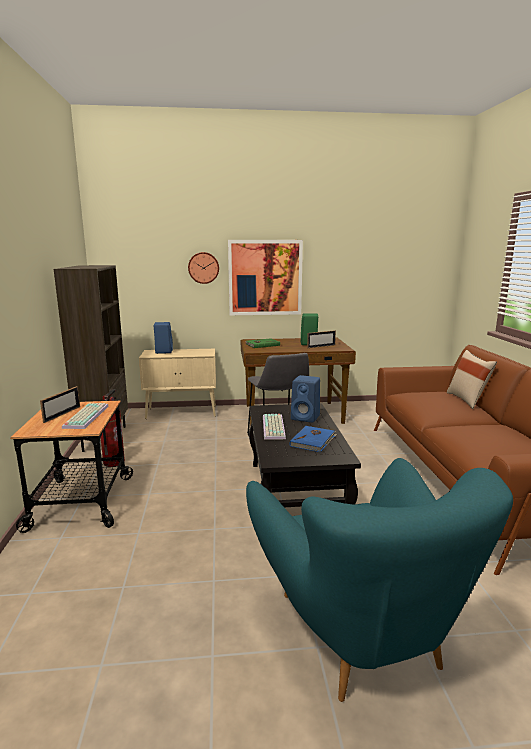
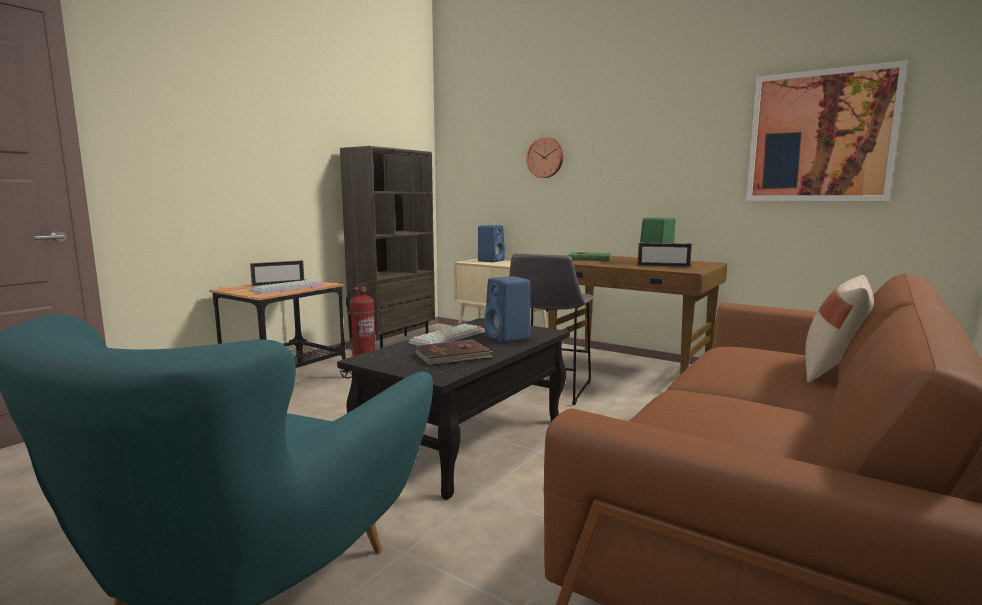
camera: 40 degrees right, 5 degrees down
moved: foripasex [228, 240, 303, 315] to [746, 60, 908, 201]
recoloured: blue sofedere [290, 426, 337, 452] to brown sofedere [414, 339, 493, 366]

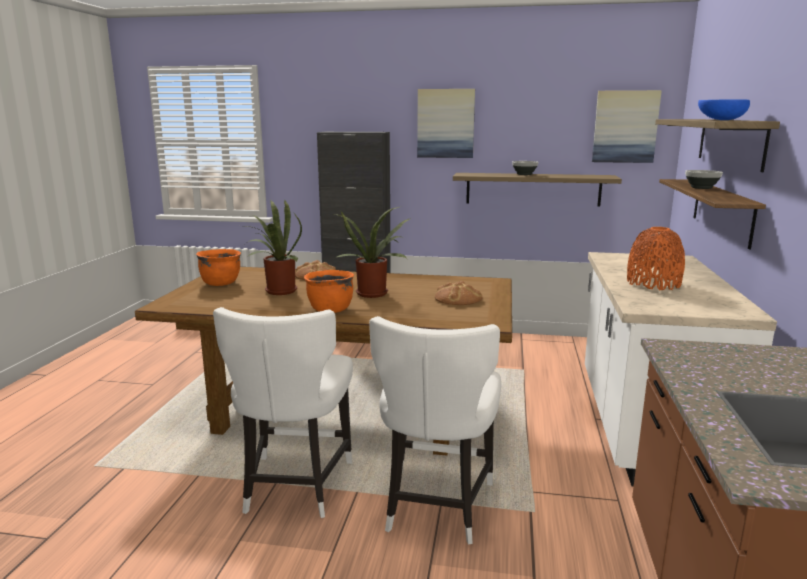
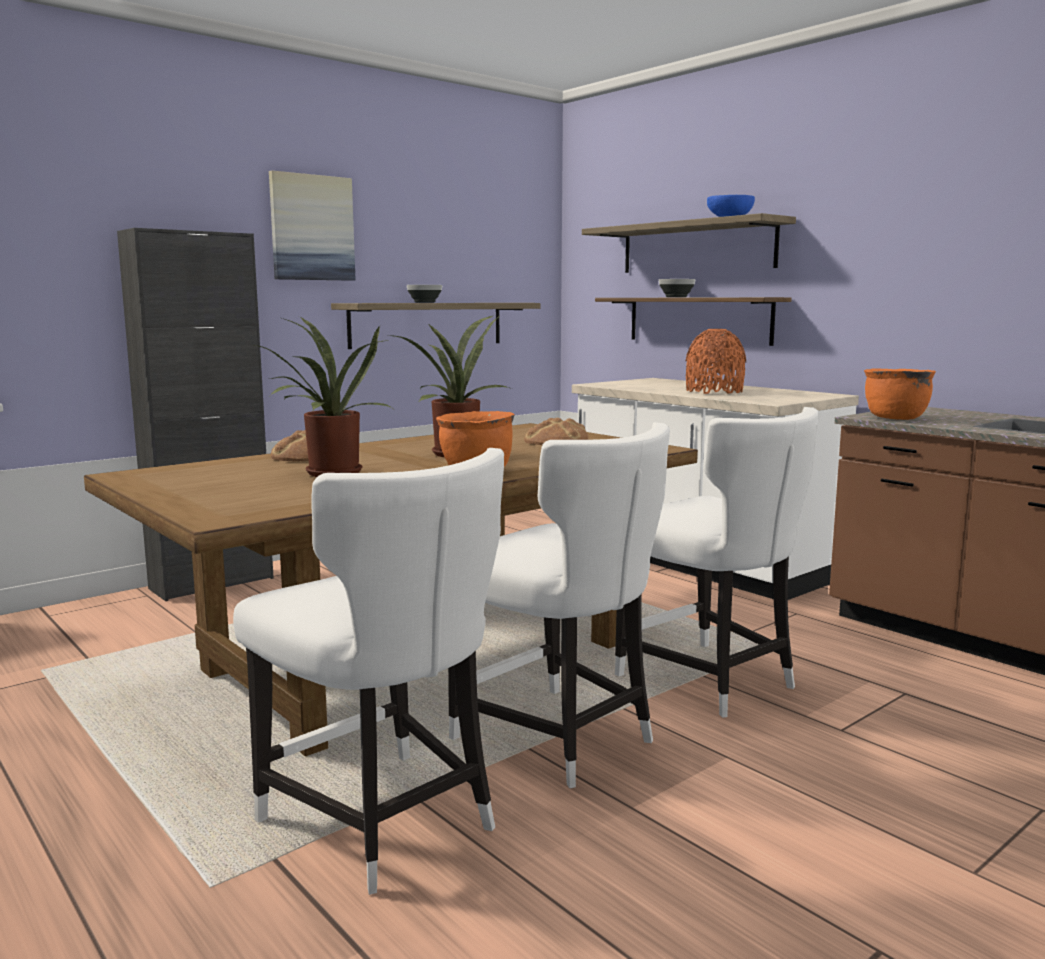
camera: 50 degrees left, 5 degrees down
removed: foripasex [592, 90, 662, 163]
added: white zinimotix [233, 448, 504, 895]
moved: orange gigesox [196, 249, 241, 286] to [864, 368, 936, 420]

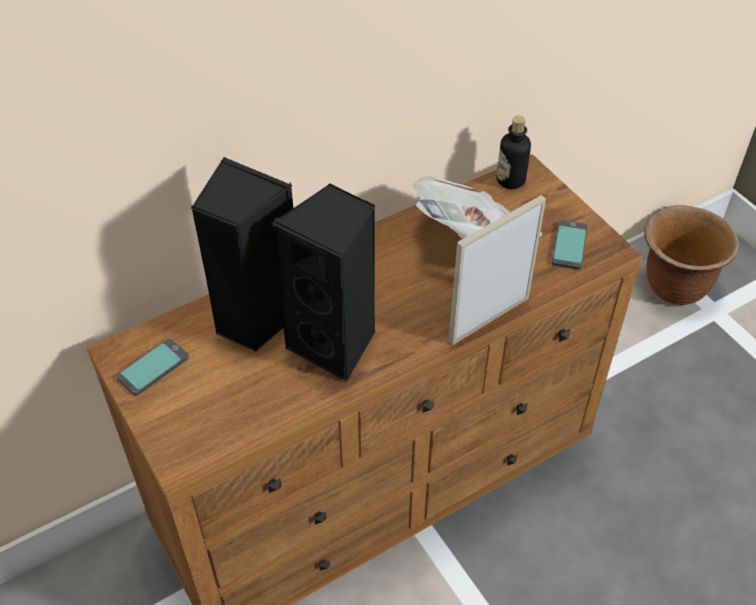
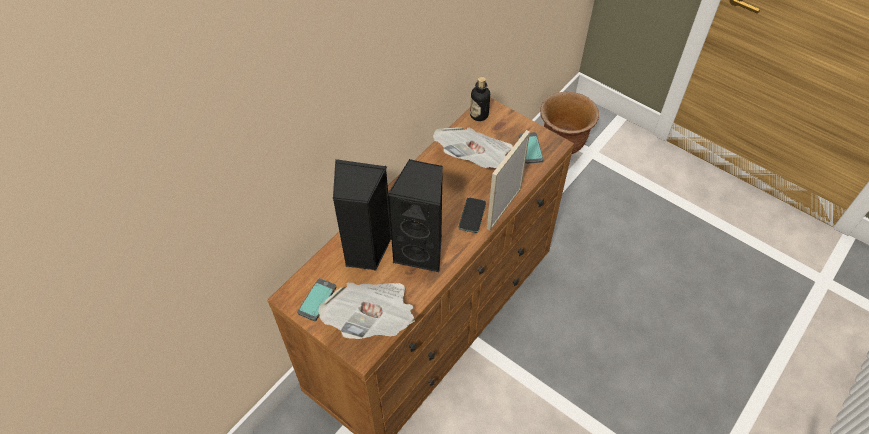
camera: 20 degrees left, 5 degrees up
added: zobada [318, 283, 415, 339]; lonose [459, 197, 486, 233]

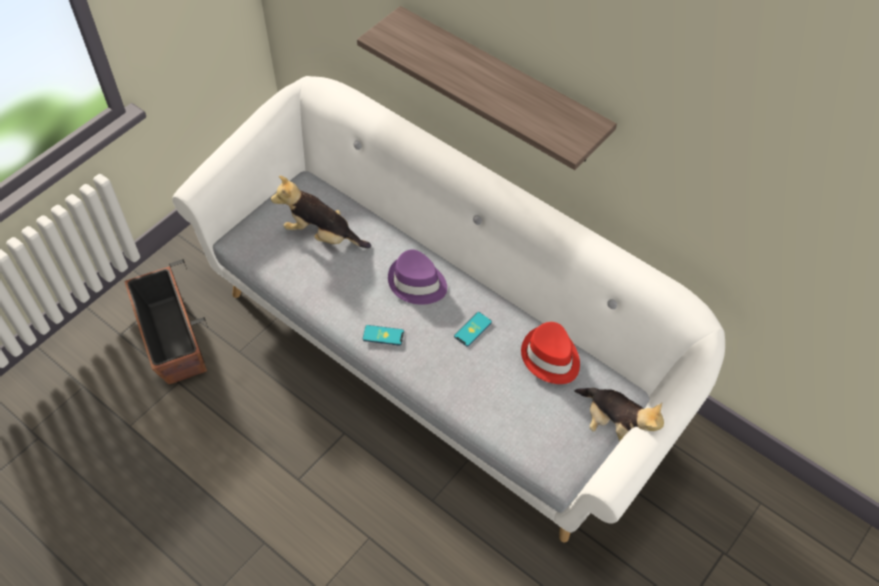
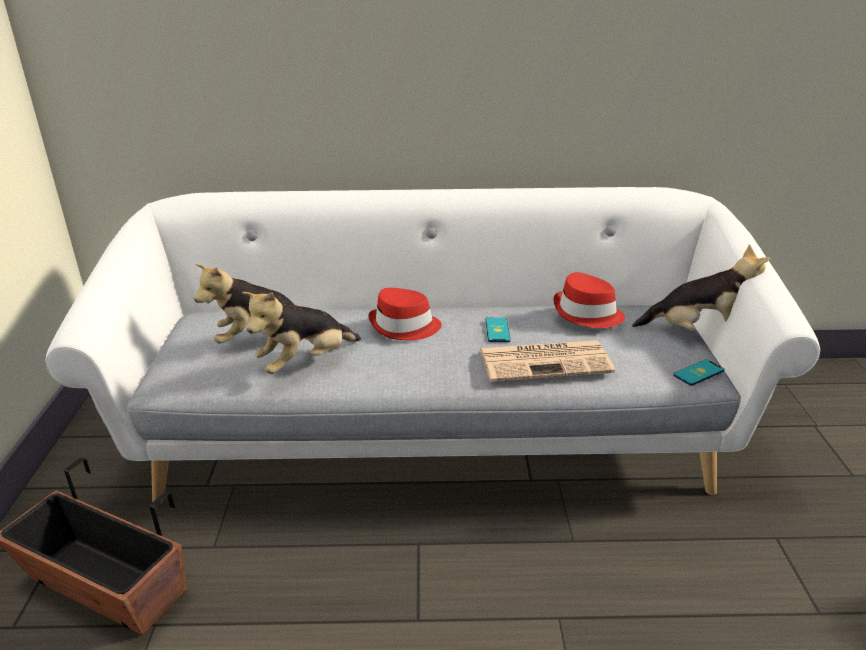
camera: 40 degrees left, 25 degrees down
removed: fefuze [357, 6, 617, 170]
added: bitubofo [242, 292, 361, 374]; zobada [480, 340, 615, 382]
moved: lonose [363, 325, 404, 346] to [673, 359, 725, 386]
recoloured: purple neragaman [388, 249, 447, 305] to red neragaman [368, 288, 442, 340]

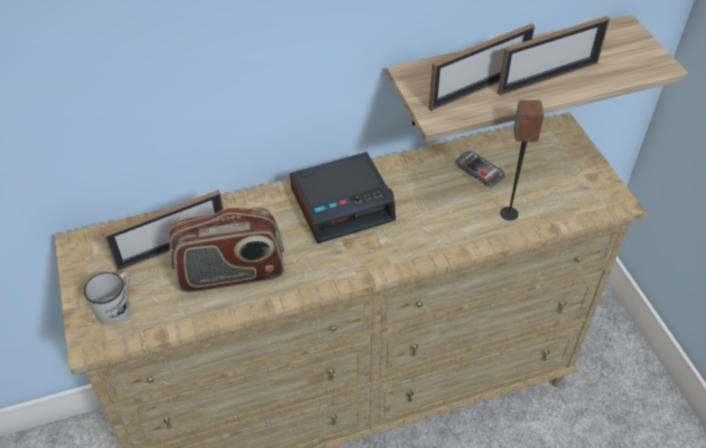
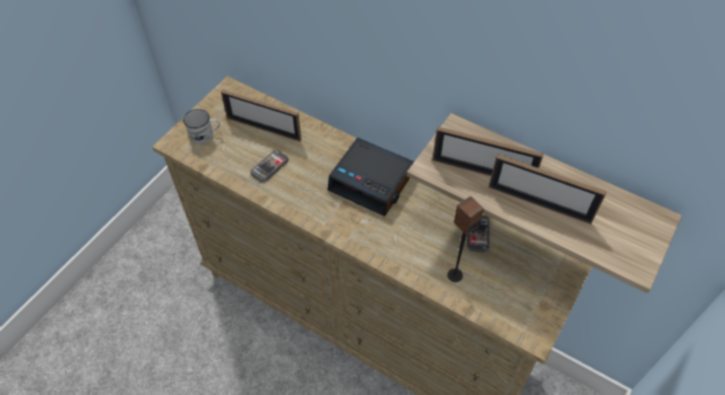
camera: 50 degrees right, 5 degrees up
replaced: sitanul [169, 207, 284, 292] to lonose [250, 150, 289, 182]

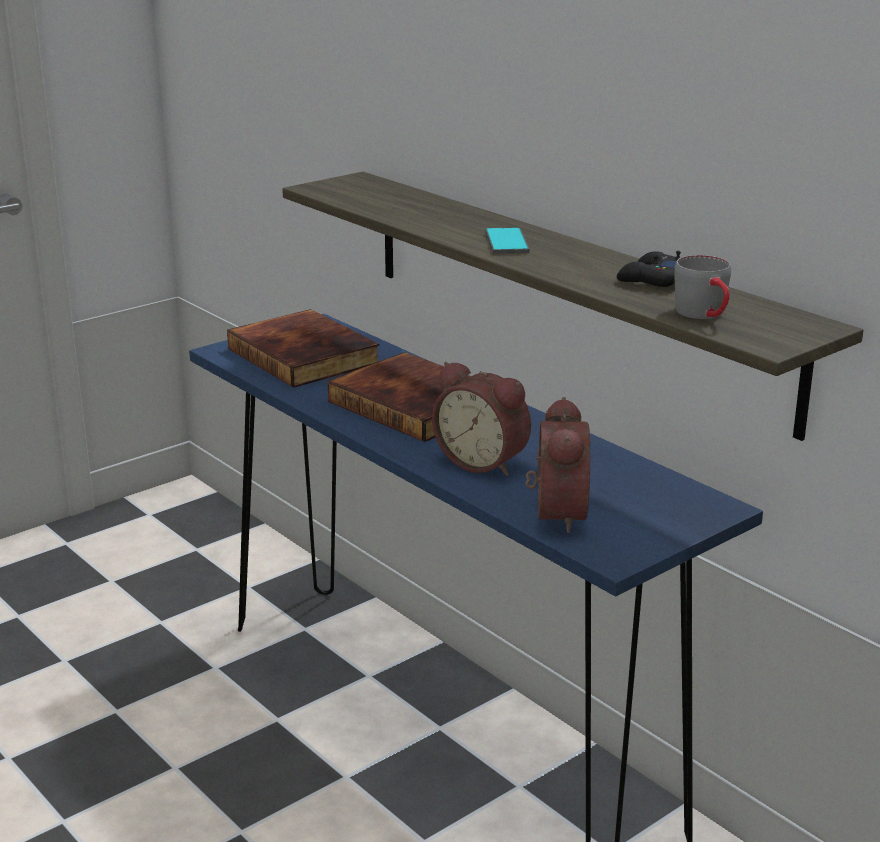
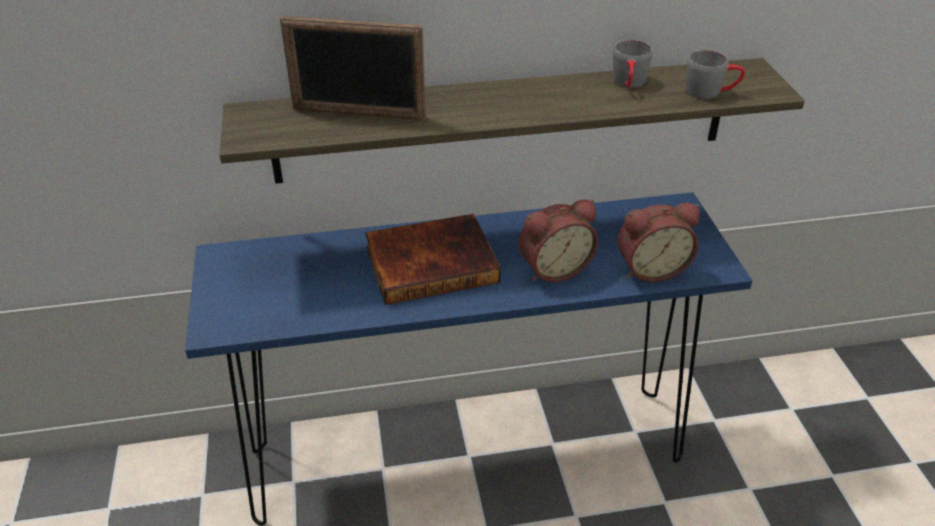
camera: 60 degrees left, 15 degrees up
removed: sofedere [227, 309, 380, 388]; lonose [485, 227, 530, 254]
added: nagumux [280, 16, 426, 120]
replaced: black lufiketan [617, 251, 681, 287] to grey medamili [613, 40, 653, 88]
turned: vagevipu [526, 397, 590, 533] = [617, 203, 700, 282] 135 degrees clockwise

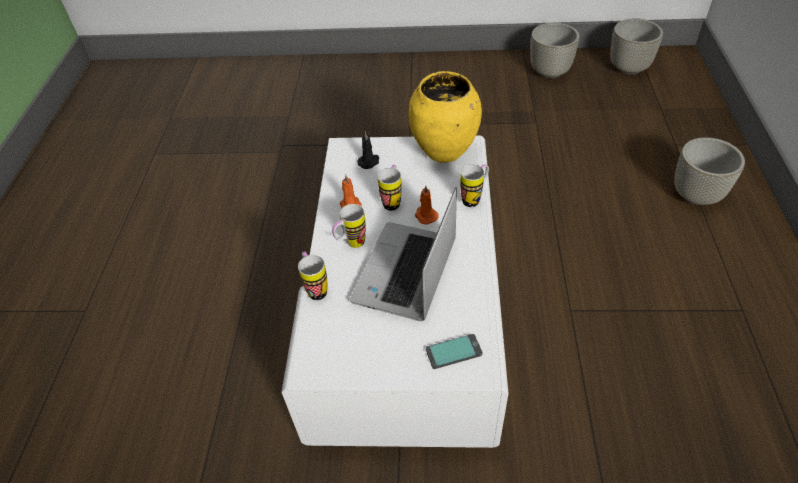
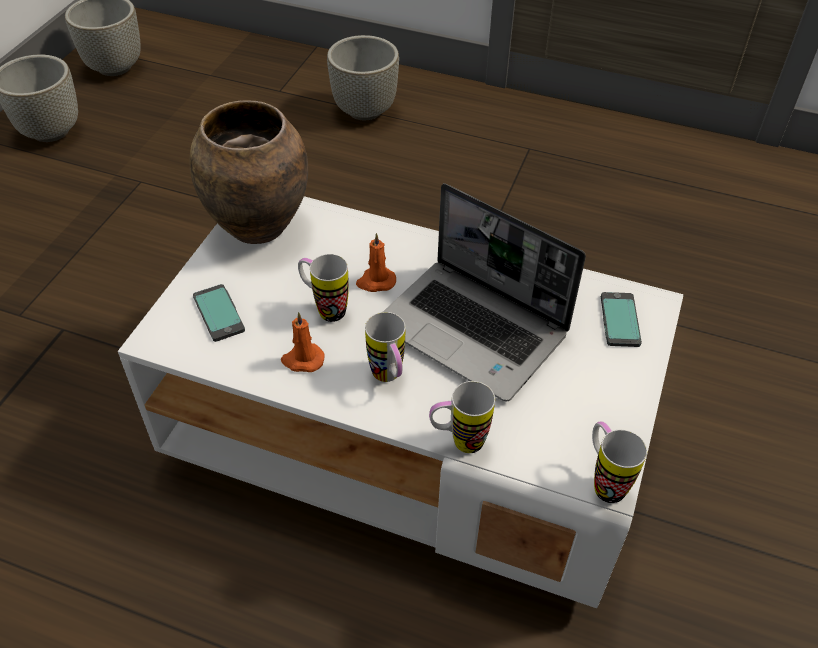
camera: 75 degrees left, 0 degrees up
moved: medamili [460, 164, 489, 207] to [592, 421, 647, 503]
replaced: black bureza [357, 131, 379, 169] to lonose [193, 284, 245, 342]
recoloured: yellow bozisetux [408, 71, 482, 163] to brown bozisetux [189, 100, 308, 244]

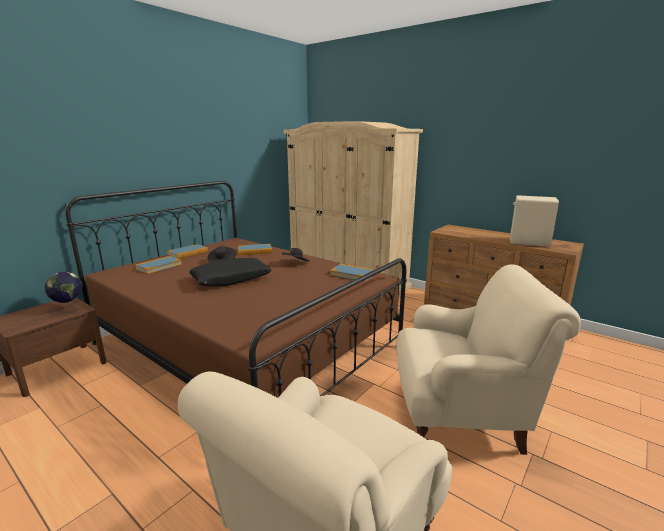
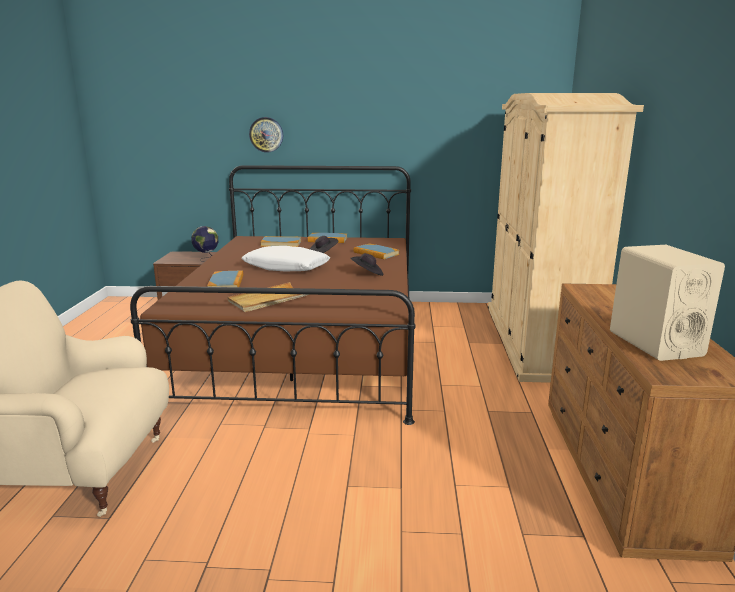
camera: 55 degrees right, 0 degrees up
removed: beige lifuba [396, 264, 581, 455]
added: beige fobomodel [227, 282, 309, 312]; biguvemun [249, 117, 283, 153]
moved: sofedere [330, 264, 375, 282] to [207, 270, 243, 287]
recoloured: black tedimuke [189, 258, 272, 286] to white tedimuke [242, 246, 330, 271]

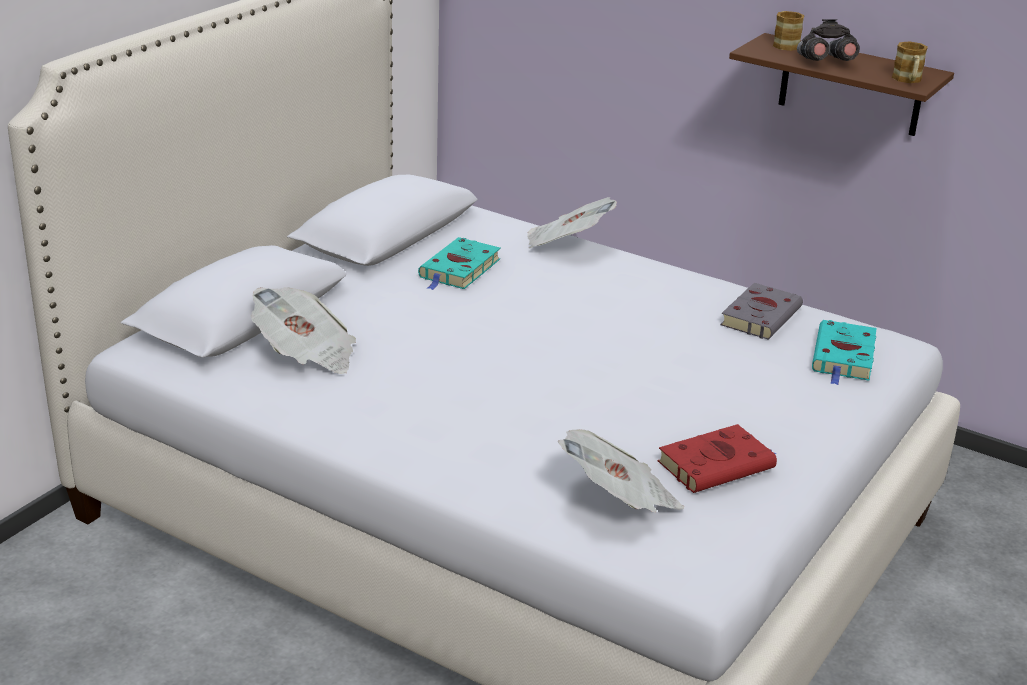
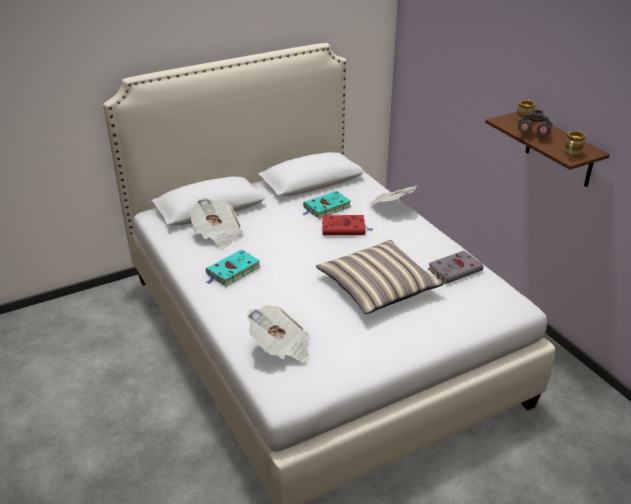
camera: 30 degrees right, 5 degrees up
added: tedimuke [316, 240, 444, 314]
moved: red sofedere [658, 424, 777, 493] to [322, 215, 372, 235]; turquoise sofedere [812, 320, 876, 385] to [205, 250, 260, 286]

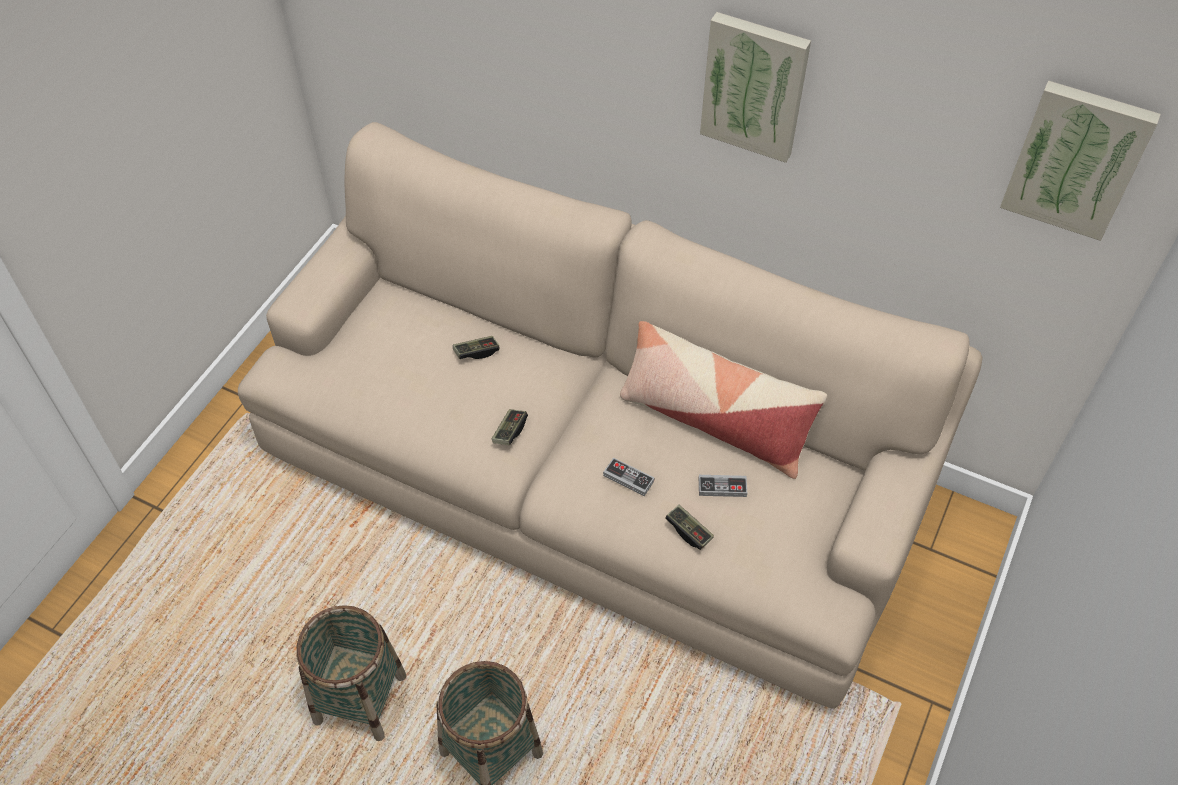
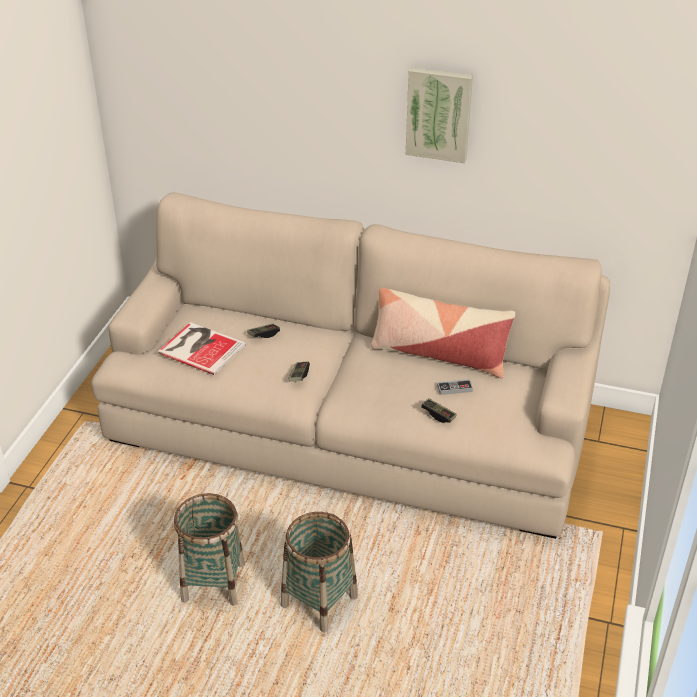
camera: 10 degrees left, 15 degrees down
removed: lufiketan [603, 457, 654, 496]; foripasex [1000, 81, 1161, 241]
added: sofedere [158, 322, 246, 375]

